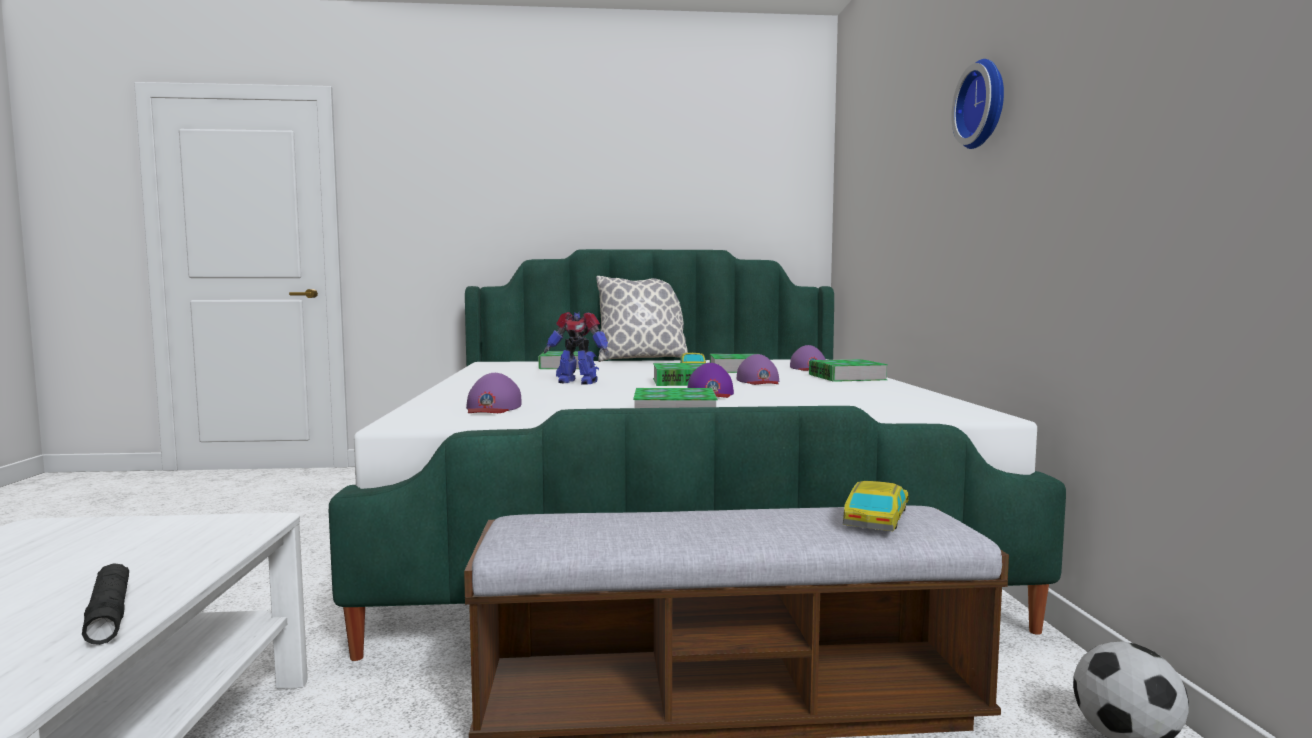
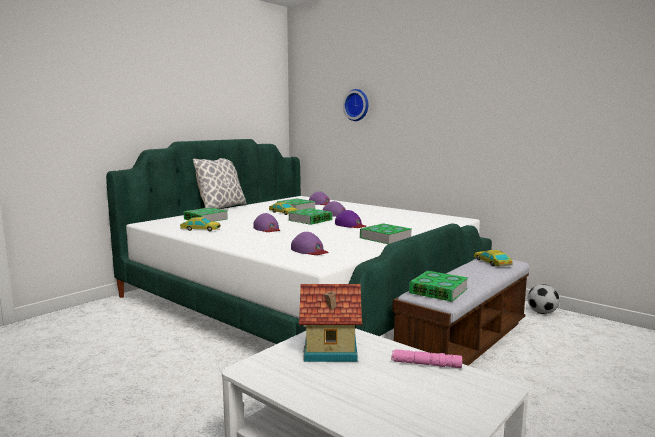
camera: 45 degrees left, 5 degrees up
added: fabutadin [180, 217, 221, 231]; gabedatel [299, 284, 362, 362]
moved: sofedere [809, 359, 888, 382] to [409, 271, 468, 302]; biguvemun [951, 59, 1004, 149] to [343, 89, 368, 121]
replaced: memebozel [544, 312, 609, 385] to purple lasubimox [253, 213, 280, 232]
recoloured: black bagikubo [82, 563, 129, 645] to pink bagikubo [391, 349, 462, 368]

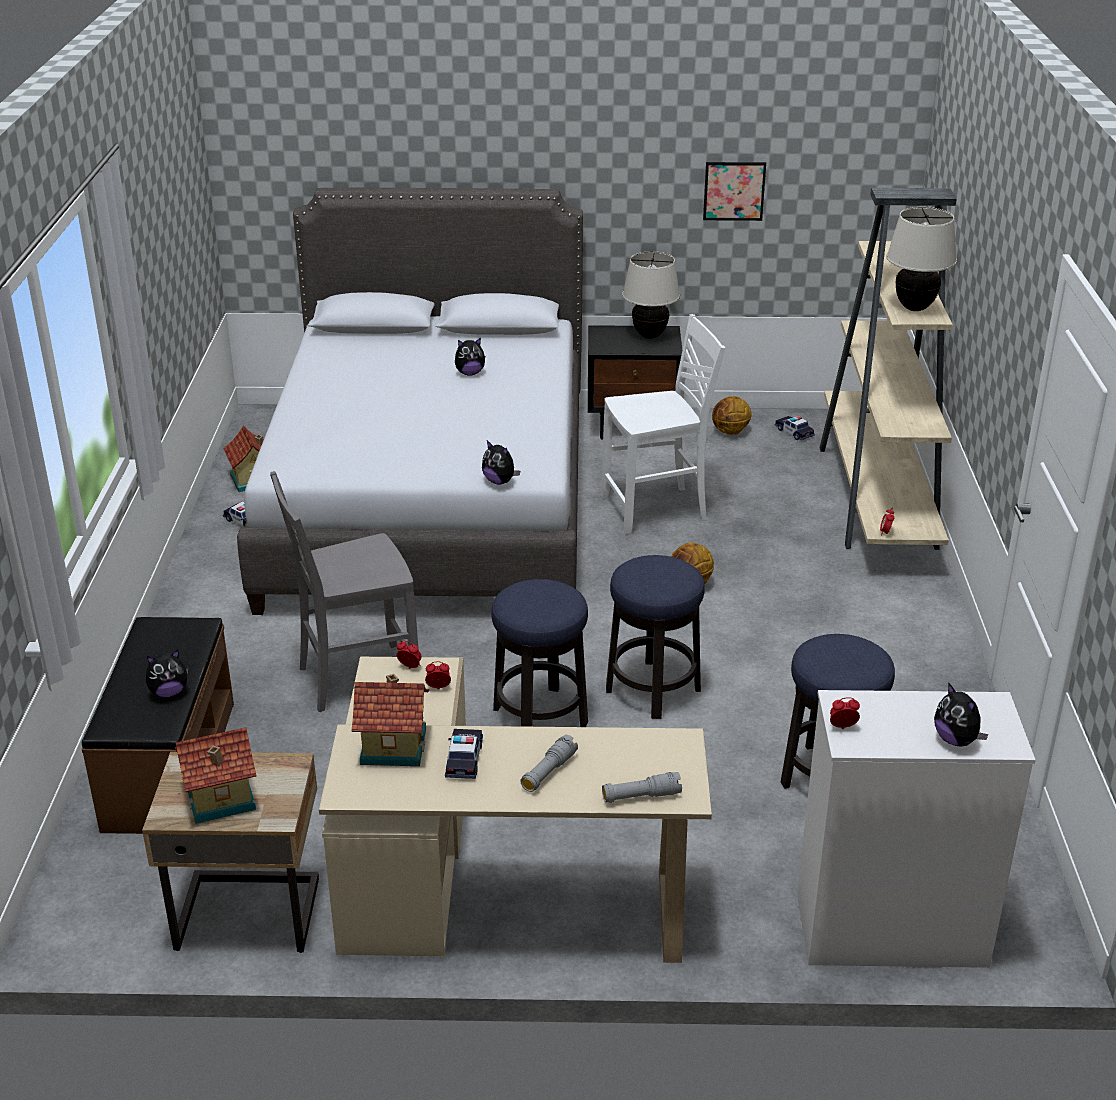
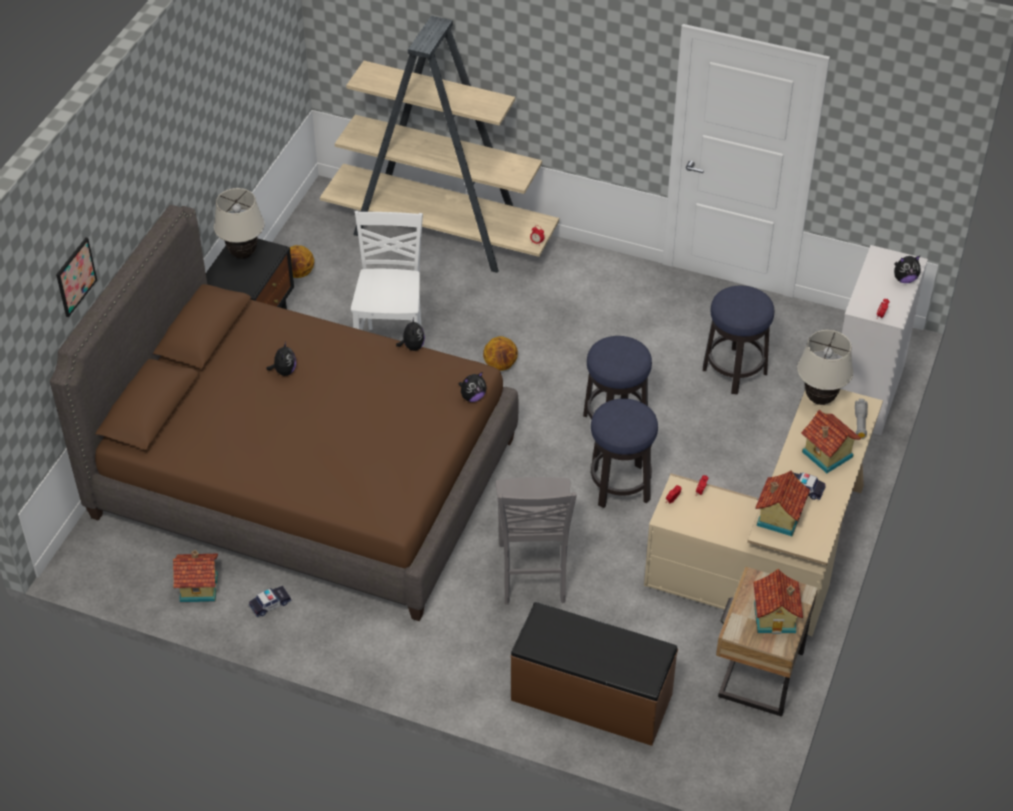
camera: 70 degrees left, 15 degrees up
removed: fabutadin [775, 416, 815, 440]
moved: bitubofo [146, 650, 189, 697] to [396, 317, 425, 351]; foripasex [703, 162, 766, 221] to [56, 238, 97, 317]; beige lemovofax [886, 207, 957, 311] to [797, 330, 853, 405]
replaced: grey bagikubo [520, 735, 578, 792] to gabedatel [801, 410, 861, 473]
recoloured: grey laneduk [237, 188, 583, 615] to brown laneduk [50, 205, 519, 621]

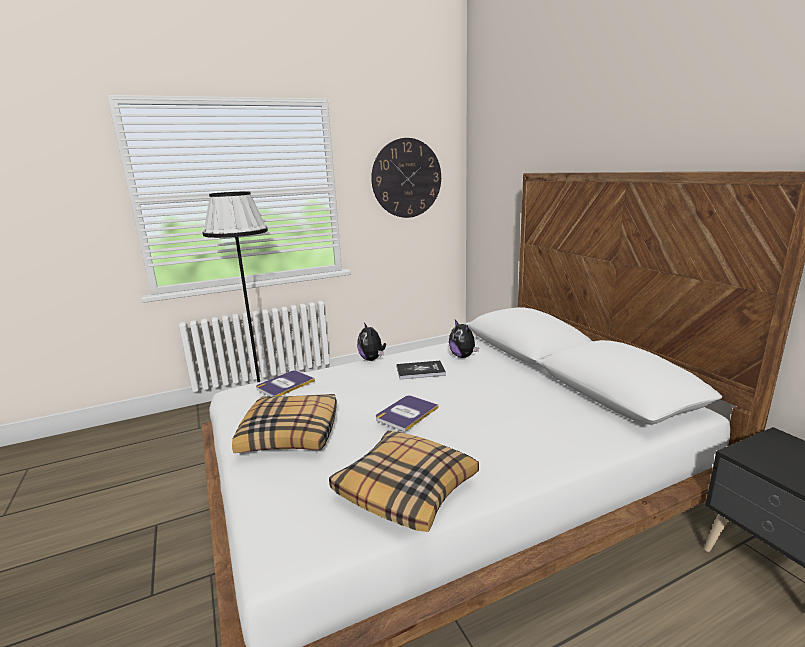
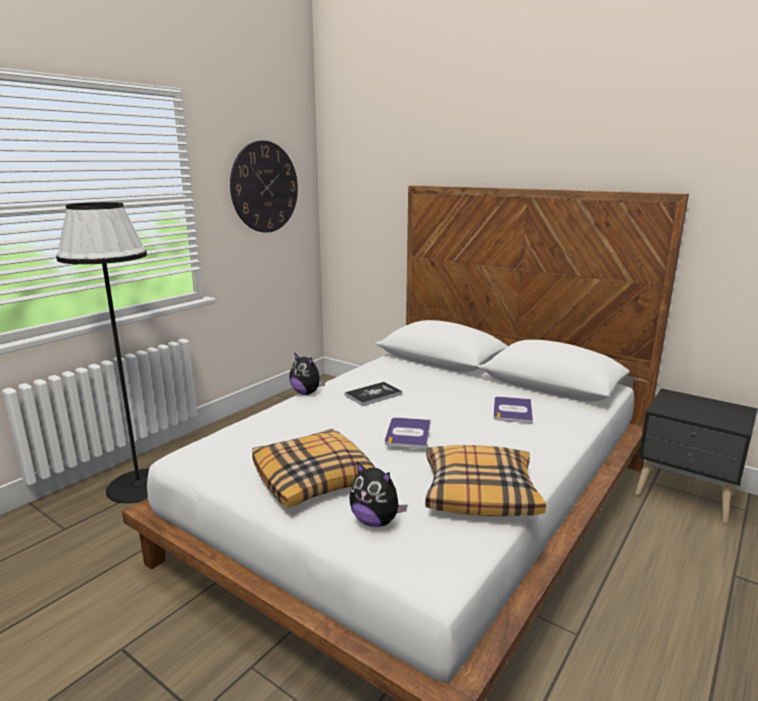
camera: 30 degrees left, 0 degrees up
moved: sofedere [256, 370, 315, 397] to [494, 396, 533, 424]; bitubofo [449, 320, 479, 358] to [349, 462, 408, 527]

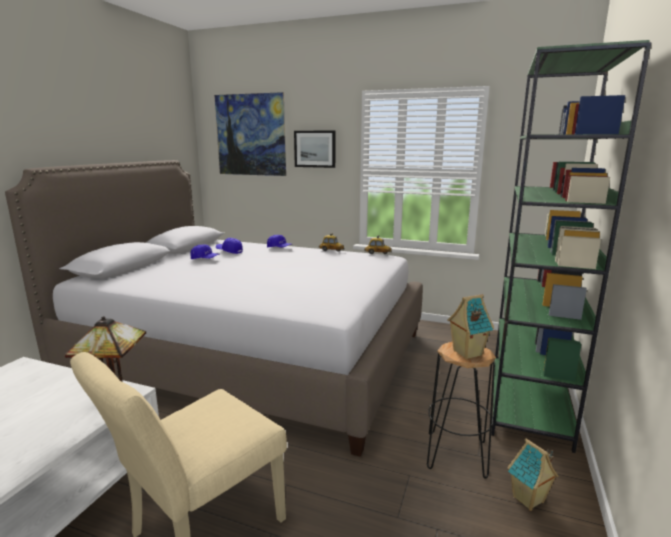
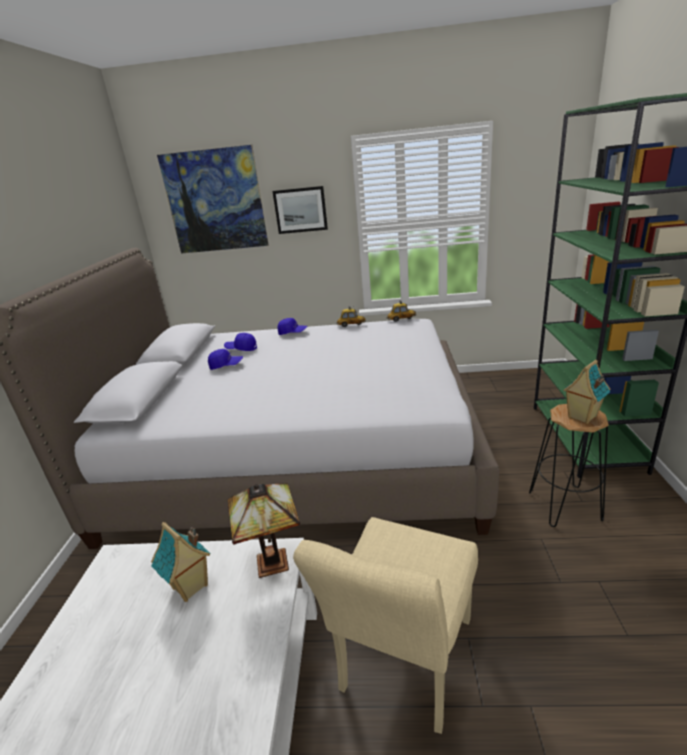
camera: 15 degrees left, 10 degrees up
moved: gabedatel [508, 438, 559, 511] to [151, 522, 210, 602]

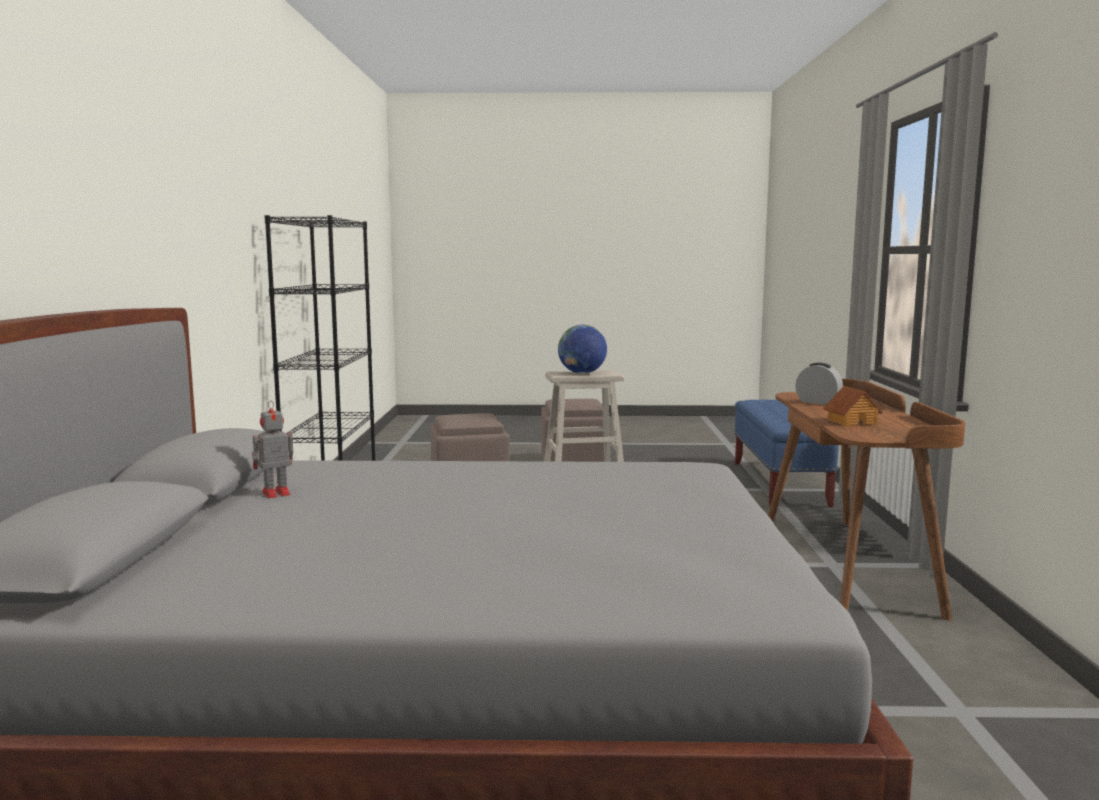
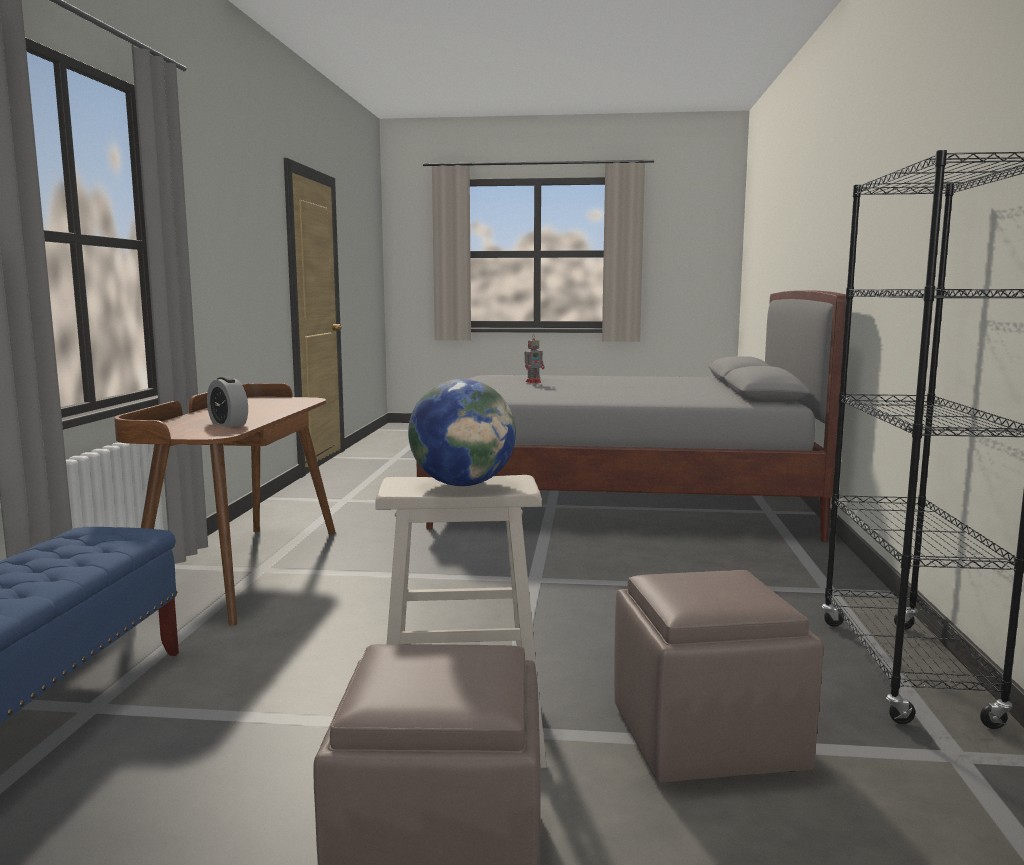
camera: 175 degrees left, 0 degrees up
removed: gabedatel [823, 386, 883, 426]
moved: memebozel [252, 401, 293, 498] to [524, 334, 544, 383]

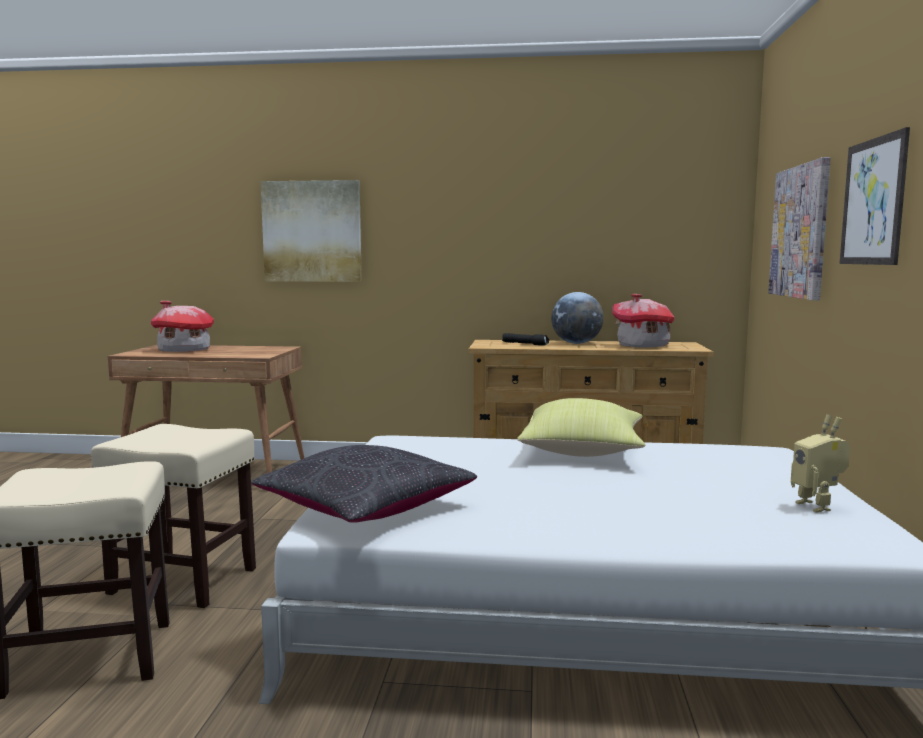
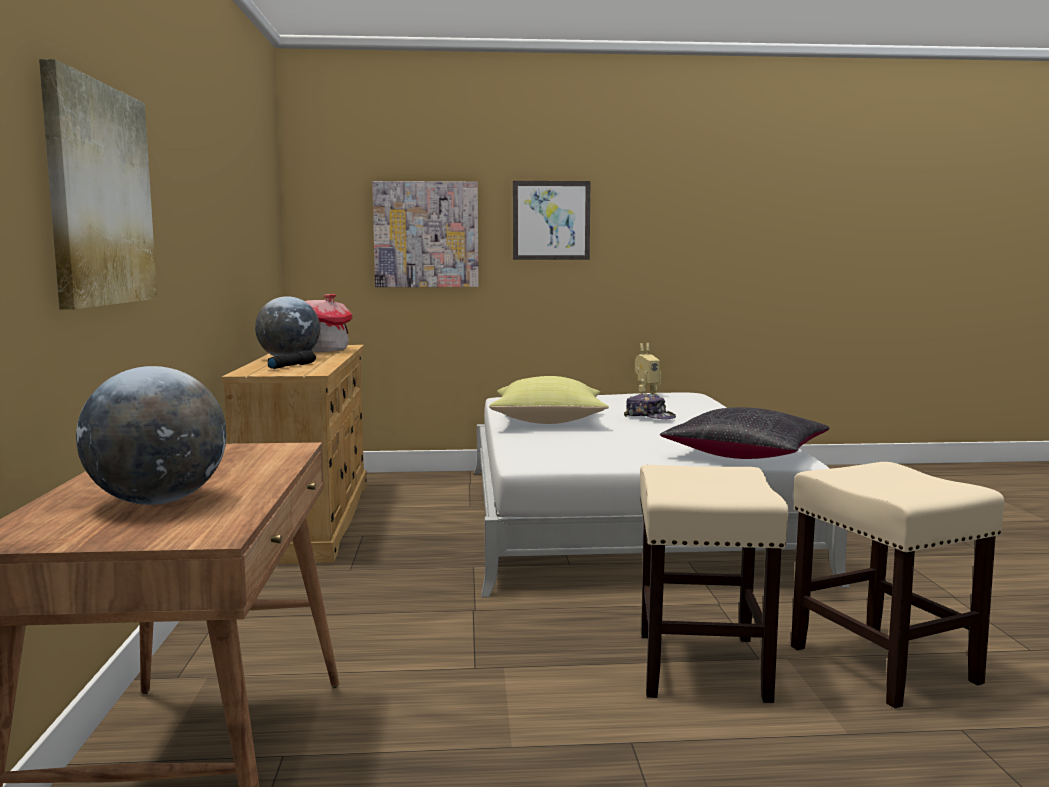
camera: 100 degrees left, 0 degrees up
added: lasubimox [624, 393, 676, 419]
replaced: gabedatel [151, 301, 214, 352] to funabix [76, 366, 226, 505]

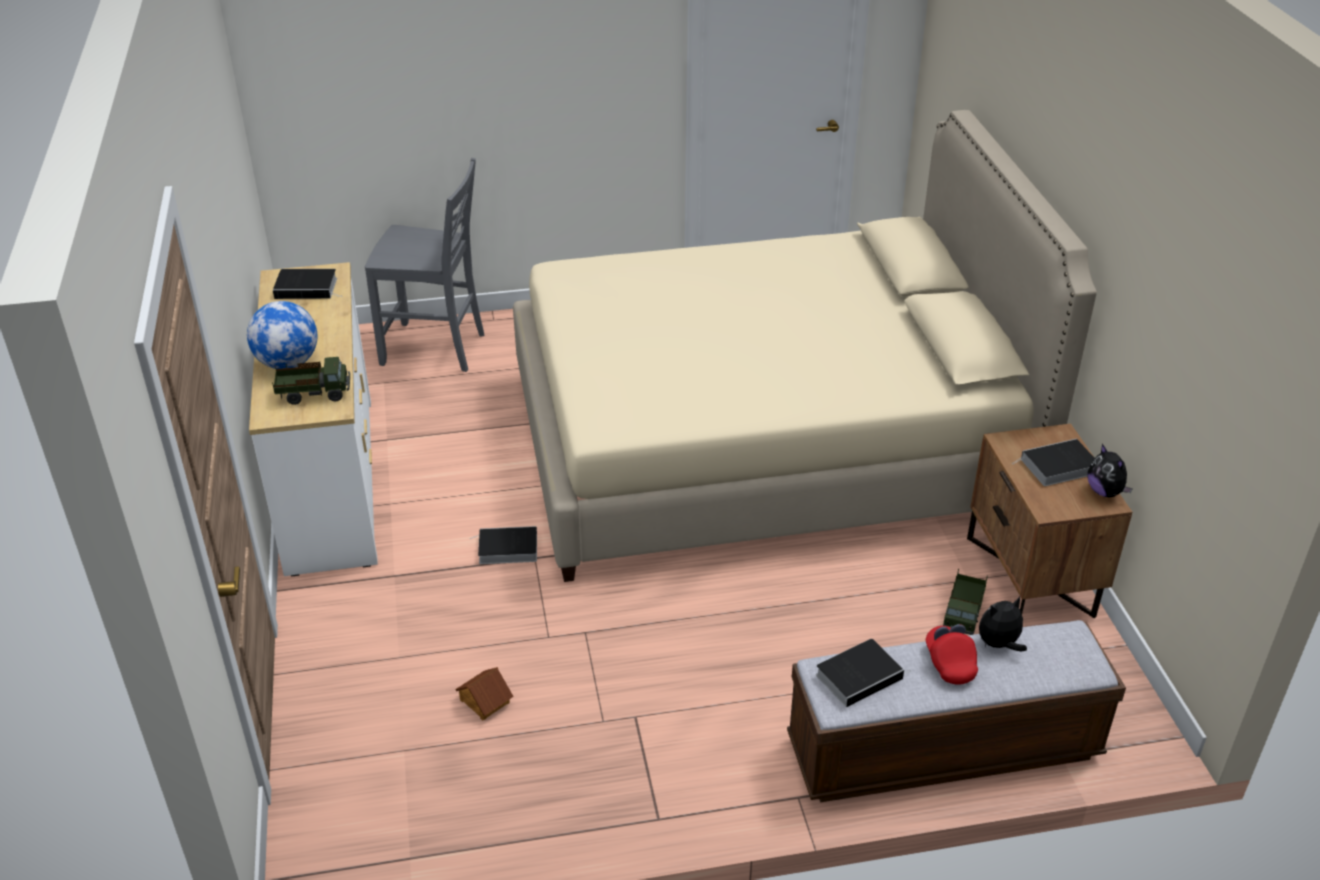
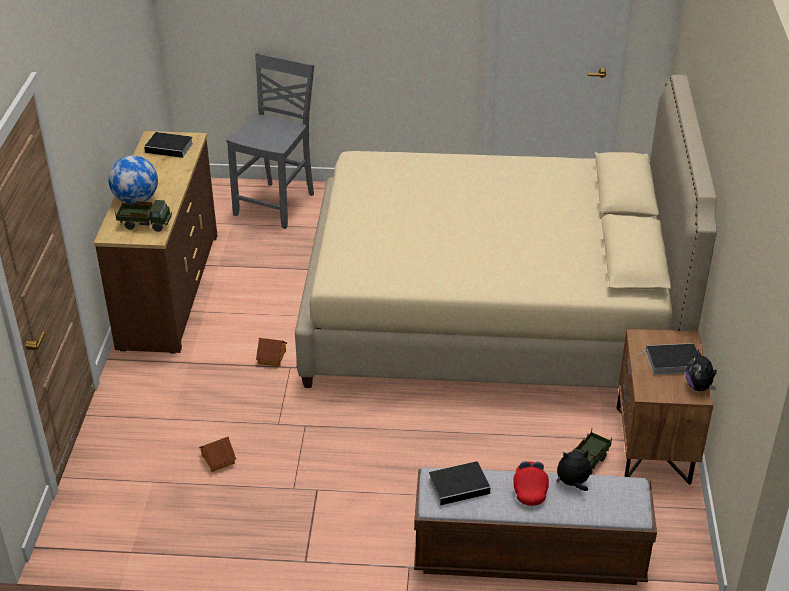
camera: 15 degrees right, 0 degrees up
replaced: sofedere [469, 526, 537, 564] to gabedatel [256, 338, 287, 367]
recoloured: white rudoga [249, 262, 378, 576] to brown rudoga [94, 131, 217, 354]
turned: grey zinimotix [365, 158, 484, 372] = [226, 53, 314, 229] 90 degrees counterclockwise

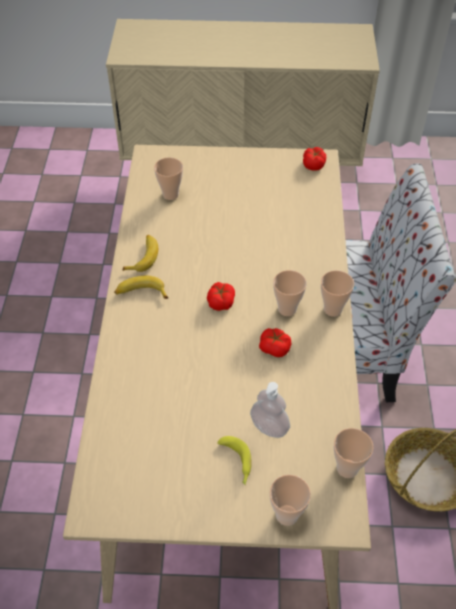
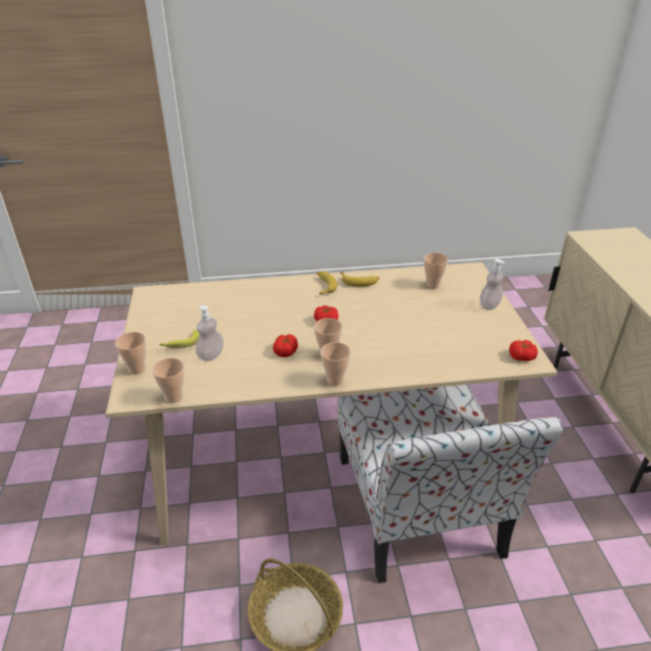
camera: 80 degrees right, 15 degrees down
added: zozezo [480, 259, 504, 310]

